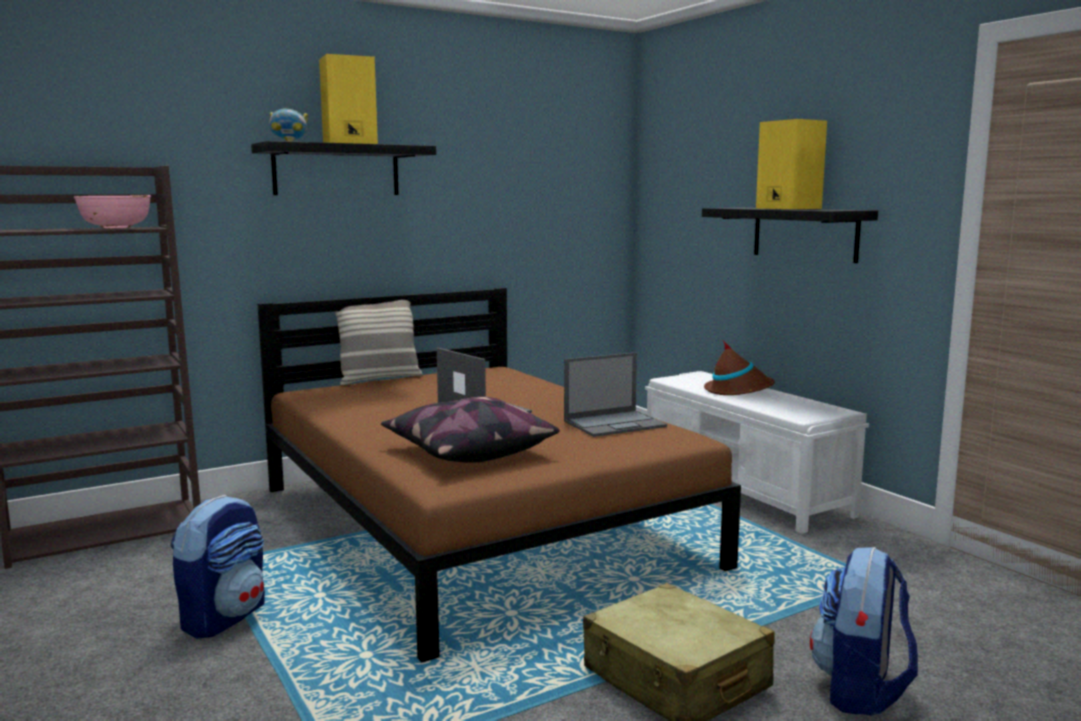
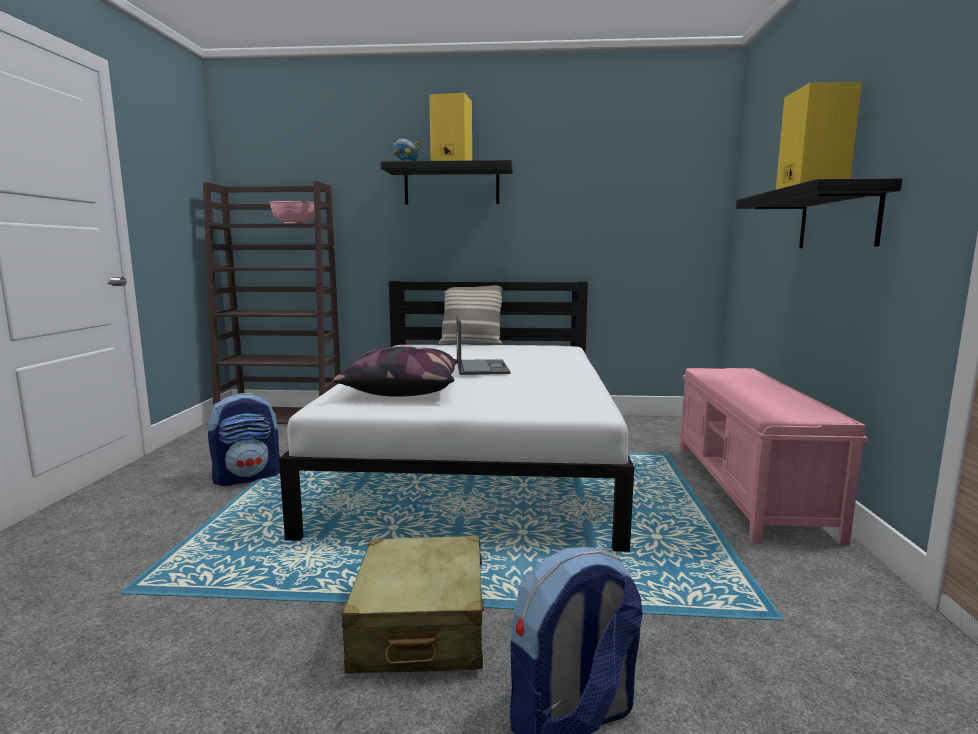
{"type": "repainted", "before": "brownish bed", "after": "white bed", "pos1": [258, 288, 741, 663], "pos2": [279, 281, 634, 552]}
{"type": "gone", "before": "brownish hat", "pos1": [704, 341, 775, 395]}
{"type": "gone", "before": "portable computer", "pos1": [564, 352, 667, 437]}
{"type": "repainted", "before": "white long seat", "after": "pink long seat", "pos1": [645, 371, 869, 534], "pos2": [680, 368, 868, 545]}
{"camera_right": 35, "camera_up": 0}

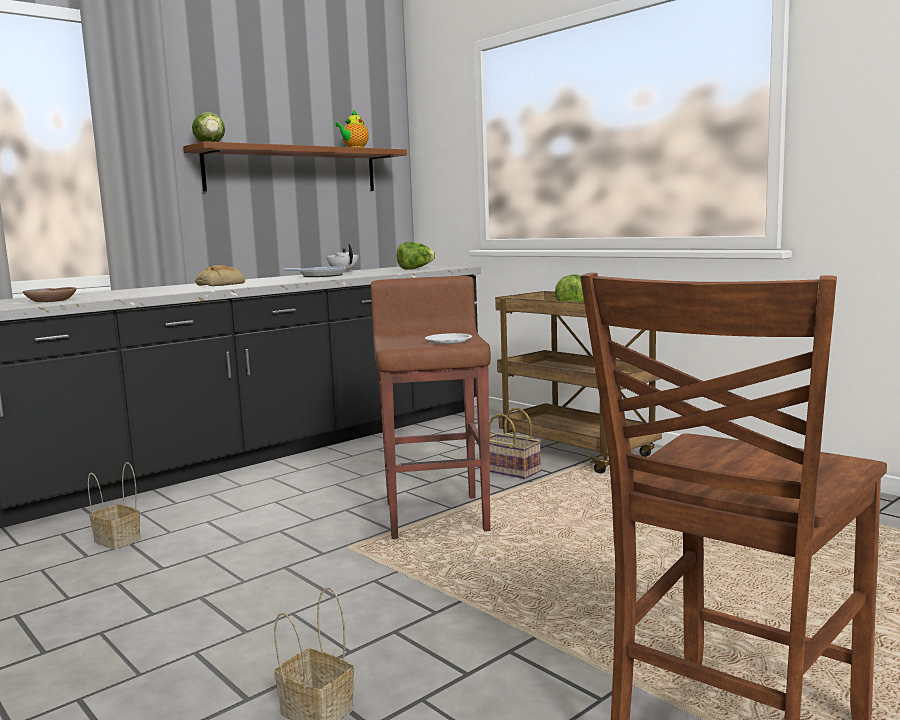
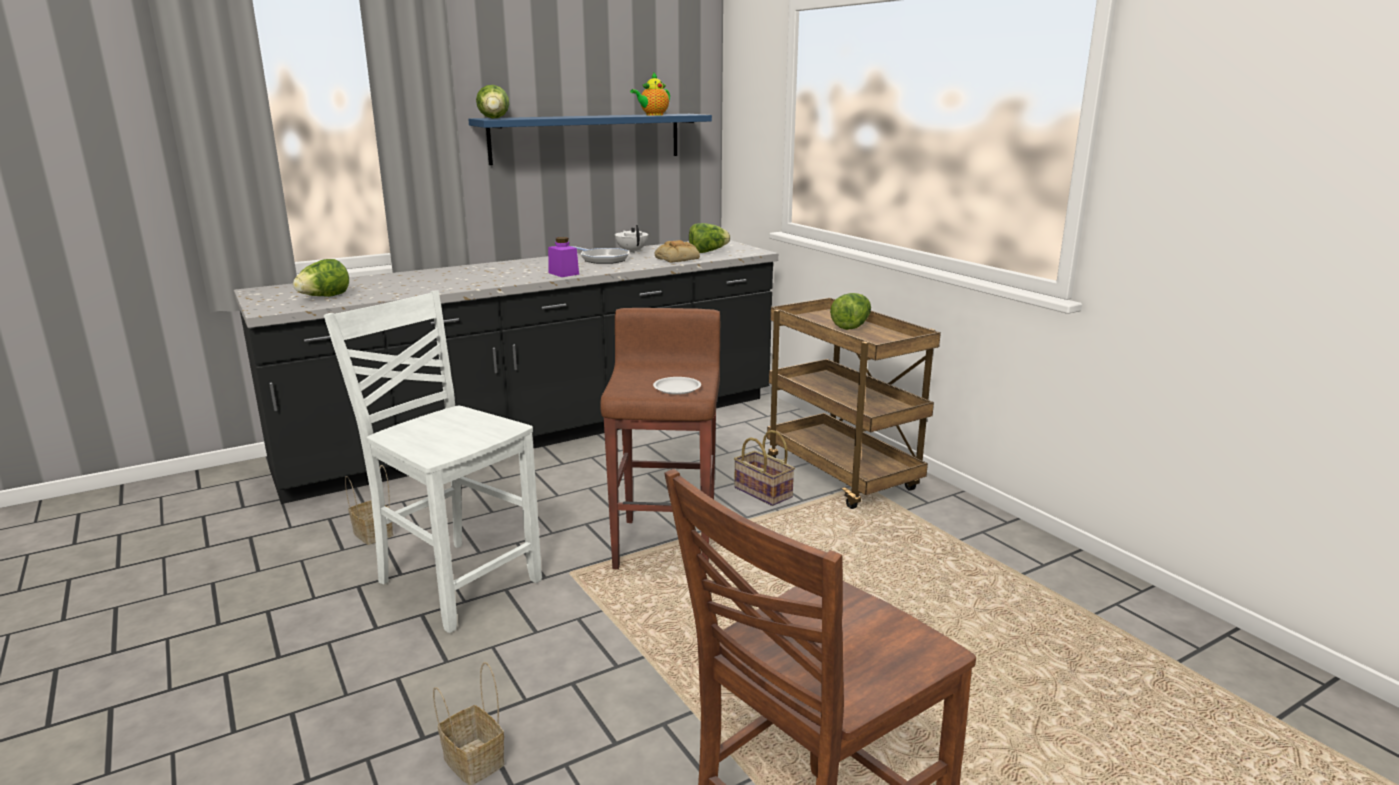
{"type": "repainted", "before": "brownish bracket shelf", "after": "bluish bracket shelf", "pos1": [183, 141, 407, 191], "pos2": [468, 114, 712, 165]}
{"type": "shifted", "before": "baked bread", "pos1": [195, 265, 245, 286], "pos2": [654, 240, 700, 263]}
{"type": "swapped", "before": "brownish serving bowl", "after": "lettuce head", "pos1": [23, 287, 77, 302], "pos2": [293, 259, 349, 297]}
{"type": "new", "after": "purple-coloured jar", "pos2": [548, 237, 579, 277]}
{"type": "new", "after": "white upright chair", "pos2": [324, 290, 542, 633]}
{"camera_right": 10, "camera_up": 10}

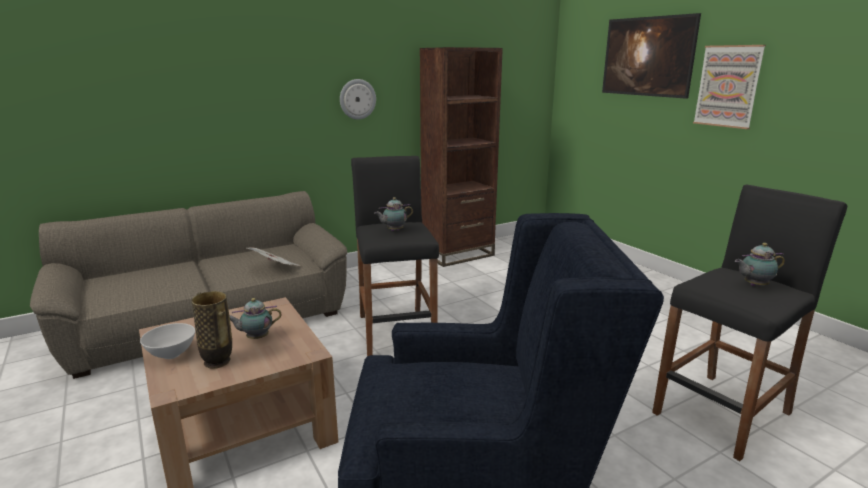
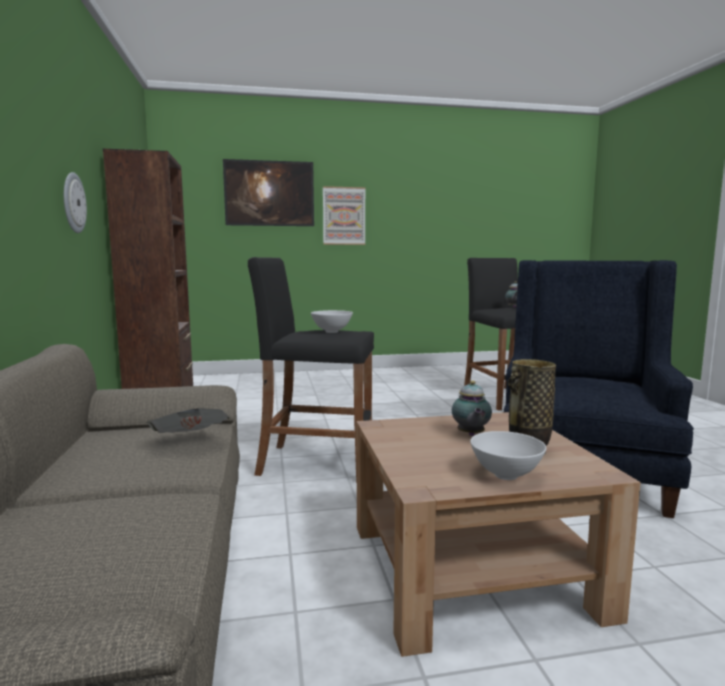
{"type": "swapped", "before": "pot for tea", "after": "white serving bowl", "pos1": [374, 197, 413, 231], "pos2": [311, 310, 353, 333]}
{"camera_right": -70, "camera_up": -10}

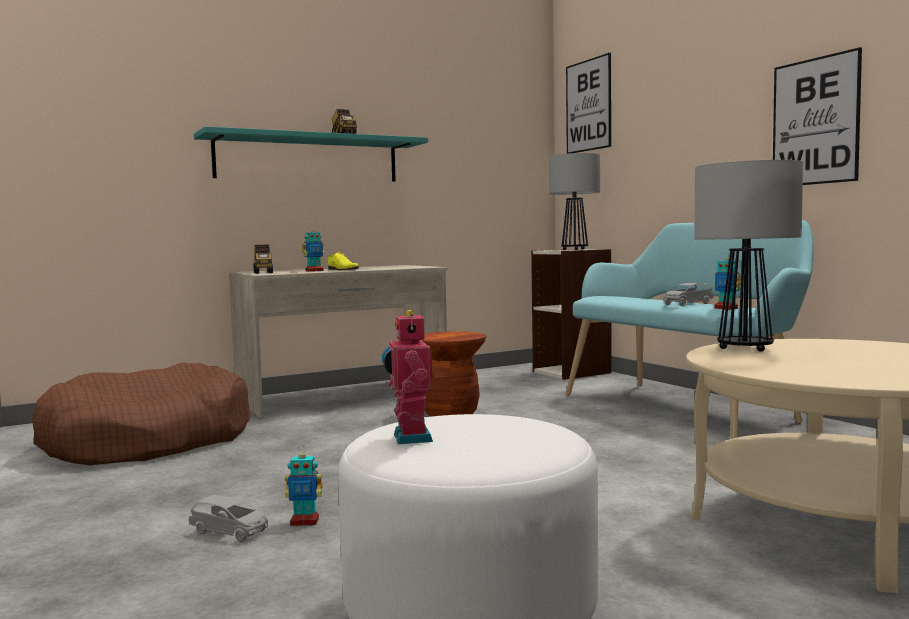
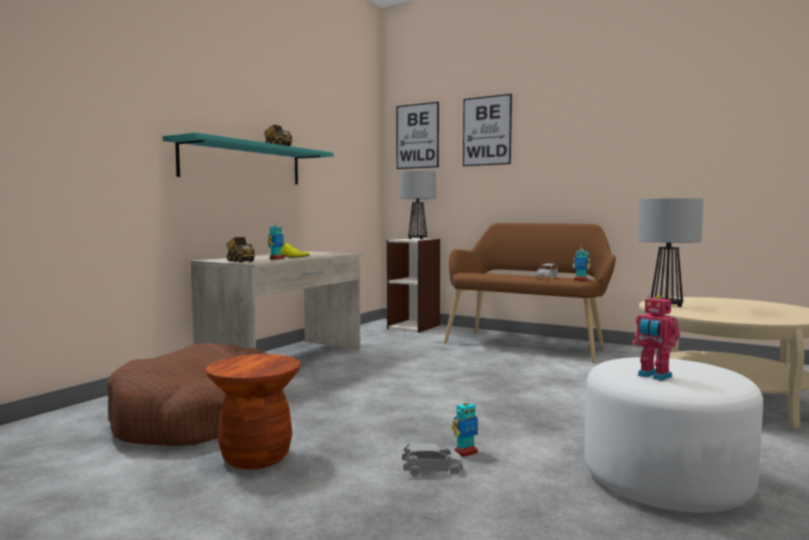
{"type": "shifted", "before": "wall picture", "pos1": [773, 47, 862, 185], "pos2": [463, 94, 512, 166]}
{"type": "repainted", "before": "turquoise-coloured long seat", "after": "brownish long seat", "pos1": [566, 220, 814, 439], "pos2": [444, 223, 616, 362]}
{"type": "shifted", "before": "brownish stool", "pos1": [421, 331, 486, 417], "pos2": [206, 354, 301, 469]}
{"camera_right": -30, "camera_up": 0}

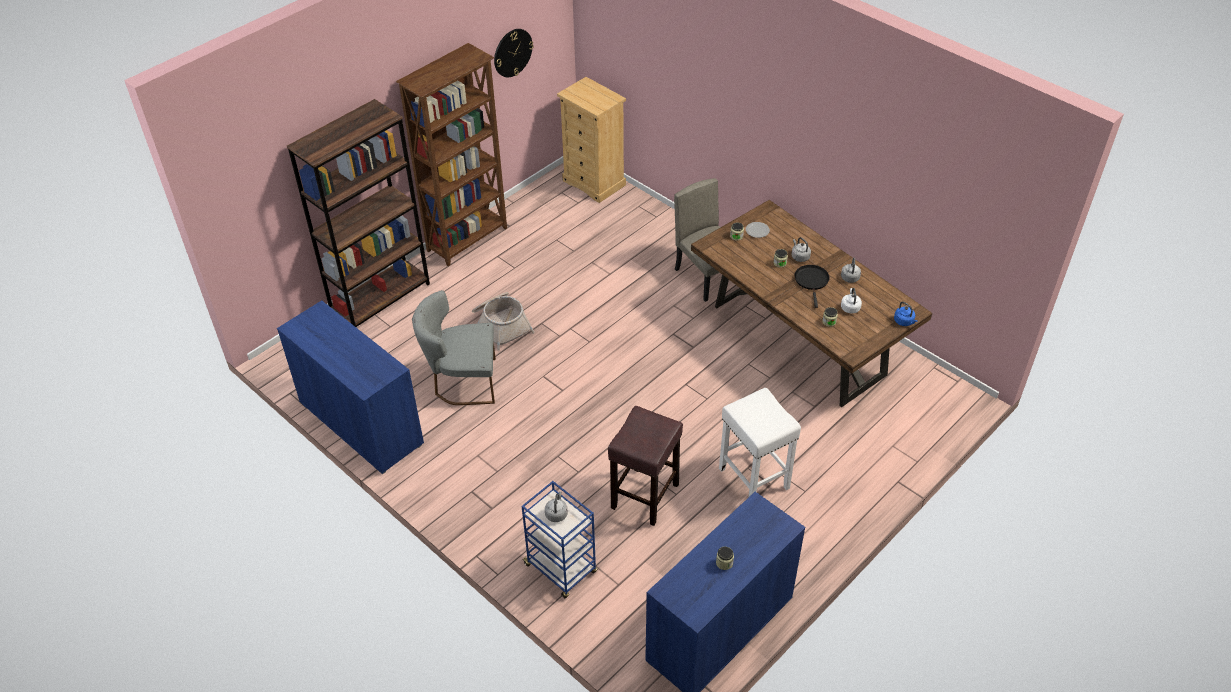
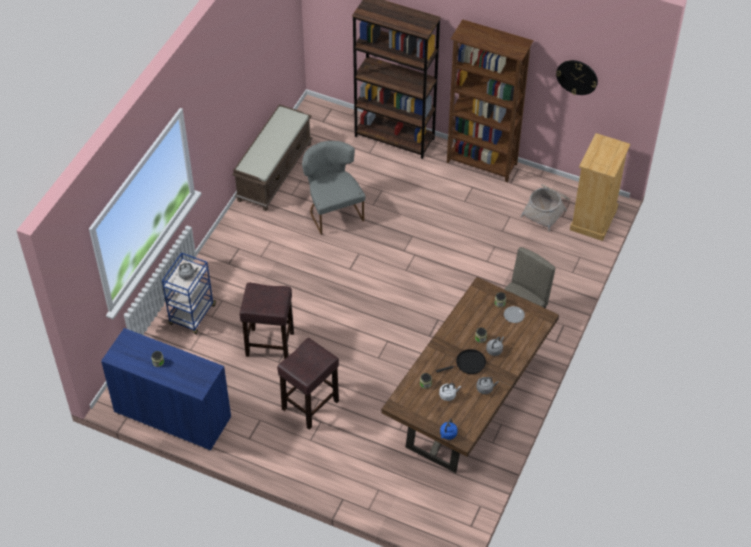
{"type": "shifted", "before": "household basket", "pos1": [472, 292, 535, 351], "pos2": [520, 184, 570, 232]}
{"type": "swapped", "before": "bluish cabinet", "after": "brownish long seat", "pos1": [277, 300, 424, 475], "pos2": [232, 104, 313, 211]}
{"type": "repainted", "before": "white stool", "after": "brownish stool", "pos1": [719, 388, 801, 498], "pos2": [277, 338, 339, 430]}
{"camera_right": 70, "camera_up": 5}

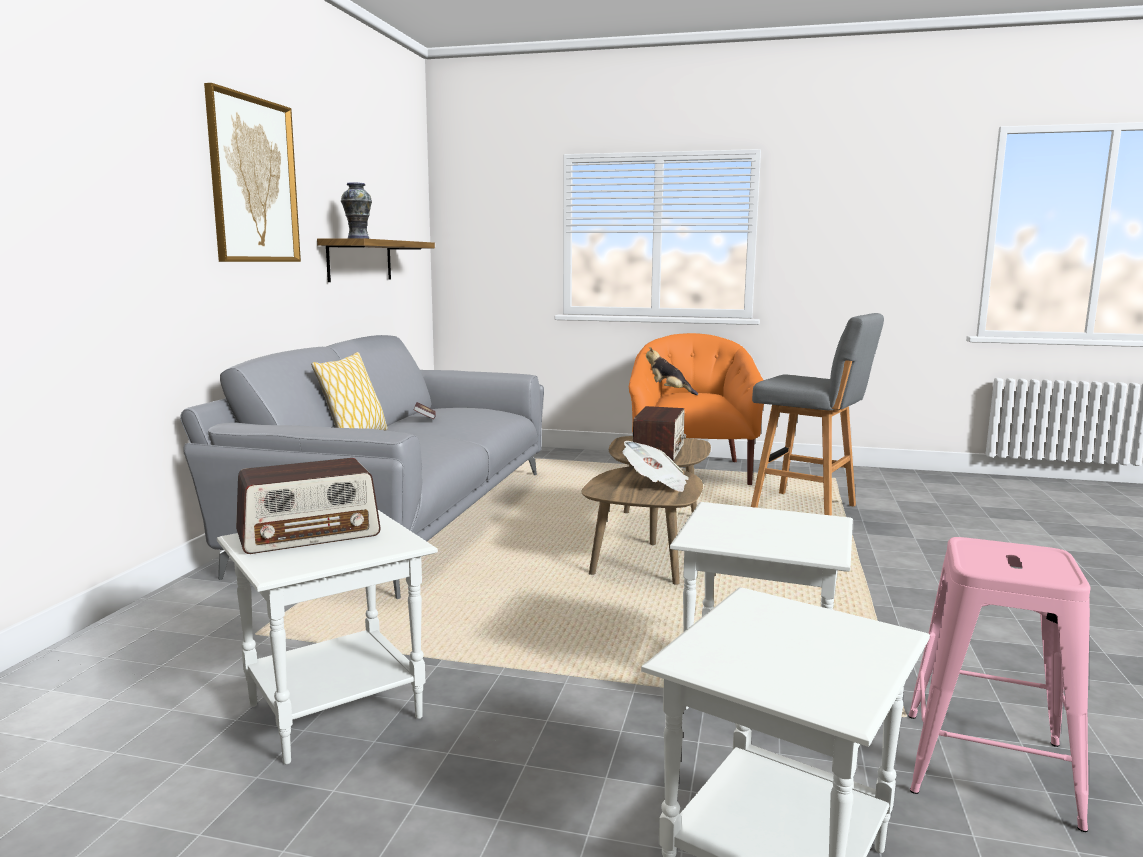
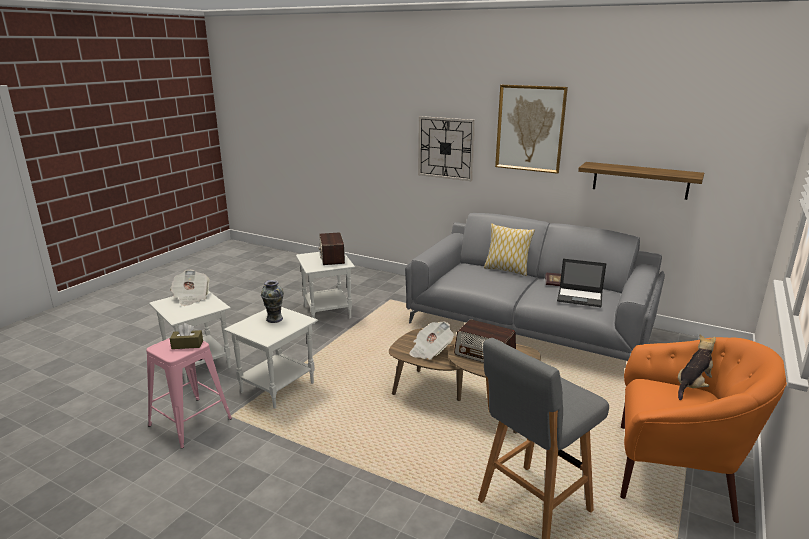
{"type": "shifted", "before": "decorative vase", "pos1": [341, 182, 372, 239], "pos2": [261, 280, 284, 323]}
{"type": "new", "after": "hanging clock", "pos2": [418, 116, 475, 181]}
{"type": "new", "after": "portable computer", "pos2": [557, 259, 606, 307]}
{"type": "new", "after": "daily paper", "pos2": [170, 270, 210, 306]}
{"type": "new", "after": "brownish box of tissues", "pos2": [170, 323, 203, 349]}
{"camera_right": 105, "camera_up": 10}

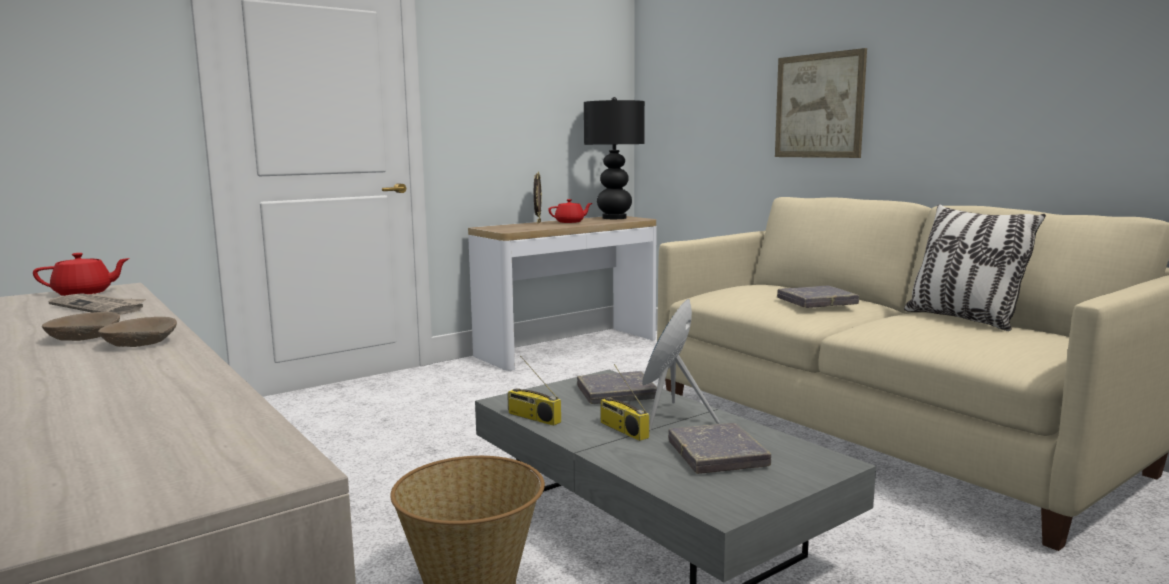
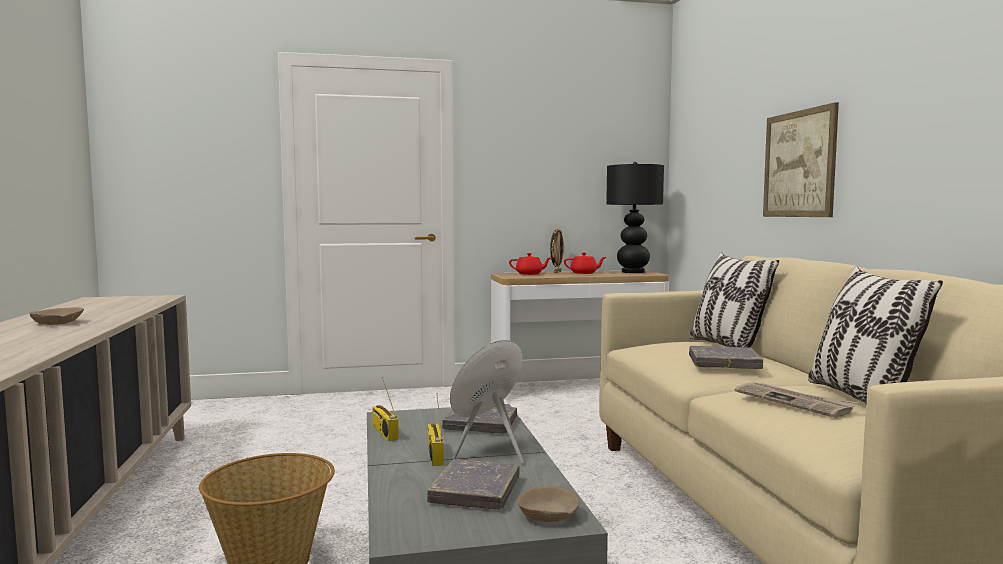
{"type": "shifted", "before": "red pot for tea", "pos1": [33, 253, 130, 296], "pos2": [509, 253, 551, 275]}
{"type": "shifted", "before": "daily paper", "pos1": [49, 293, 146, 315], "pos2": [735, 383, 859, 418]}
{"type": "shifted", "before": "beige-coloured serving bowl", "pos1": [98, 317, 177, 347], "pos2": [517, 486, 580, 522]}
{"type": "new", "after": "cushion", "pos2": [690, 253, 779, 348]}
{"camera_right": 25, "camera_up": -5}

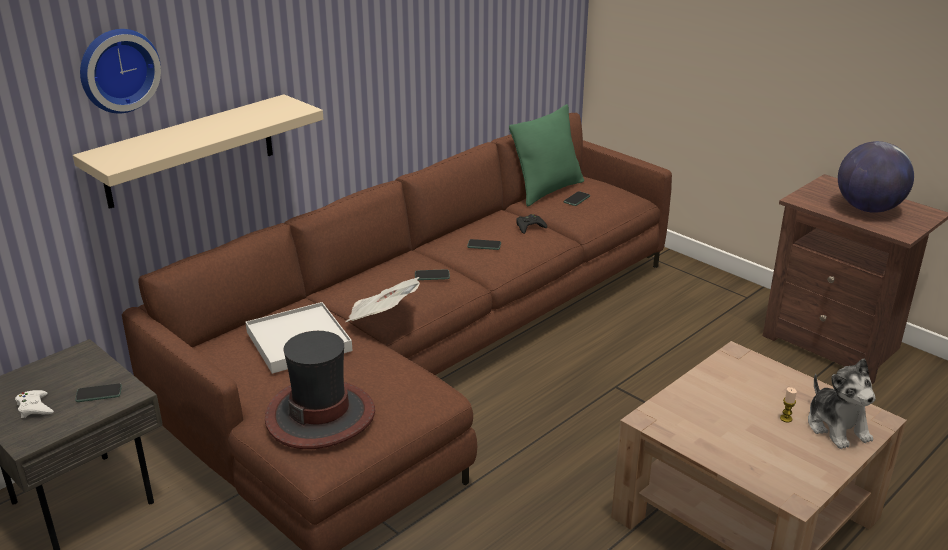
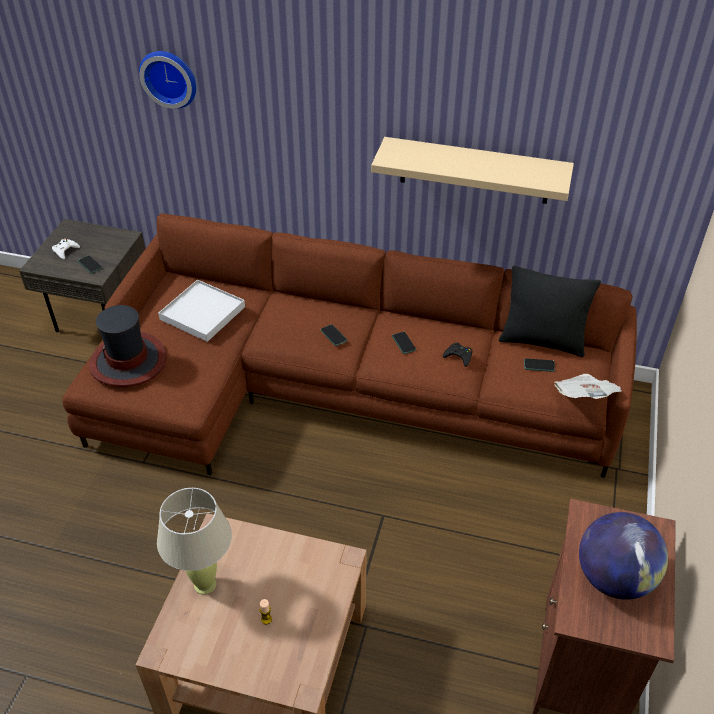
{"type": "shifted", "before": "beige-coloured bracket shelf", "pos1": [73, 94, 323, 209], "pos2": [371, 137, 574, 204]}
{"type": "repainted", "before": "greenish cushion", "after": "blackish cushion", "pos1": [509, 104, 584, 206], "pos2": [499, 265, 601, 357]}
{"type": "shifted", "before": "daily paper", "pos1": [346, 277, 420, 322], "pos2": [554, 374, 622, 399]}
{"type": "gone", "before": "plush toy", "pos1": [808, 359, 876, 449]}
{"type": "new", "after": "beige-coloured table lamp", "pos2": [157, 488, 232, 595]}
{"camera_right": 60, "camera_up": 15}

